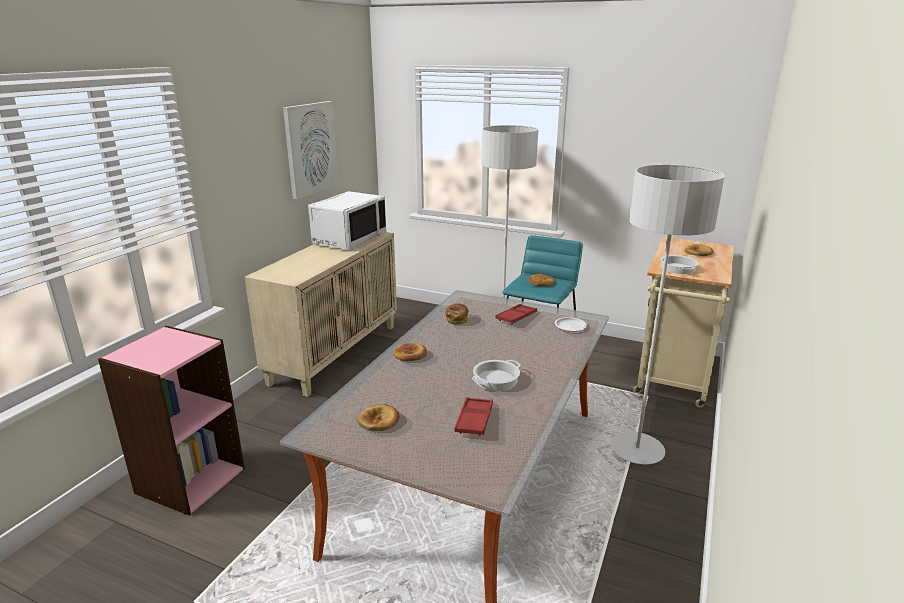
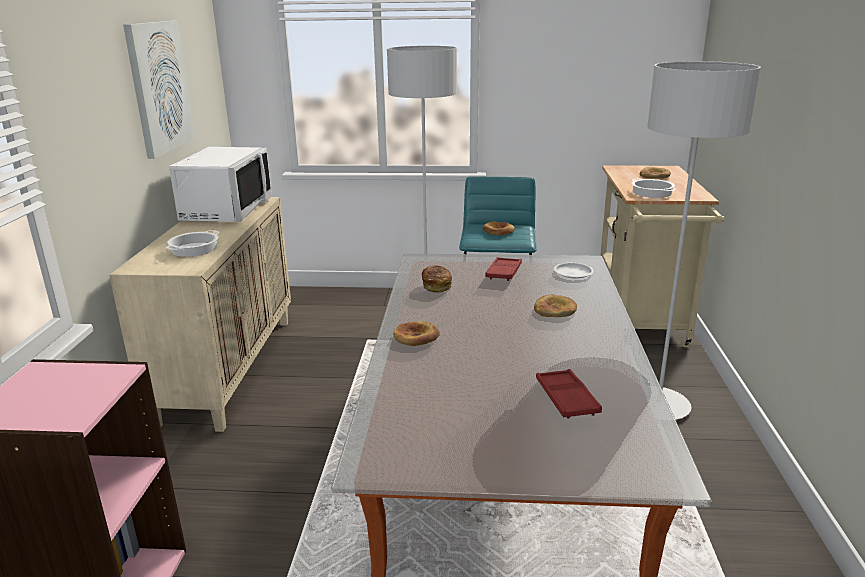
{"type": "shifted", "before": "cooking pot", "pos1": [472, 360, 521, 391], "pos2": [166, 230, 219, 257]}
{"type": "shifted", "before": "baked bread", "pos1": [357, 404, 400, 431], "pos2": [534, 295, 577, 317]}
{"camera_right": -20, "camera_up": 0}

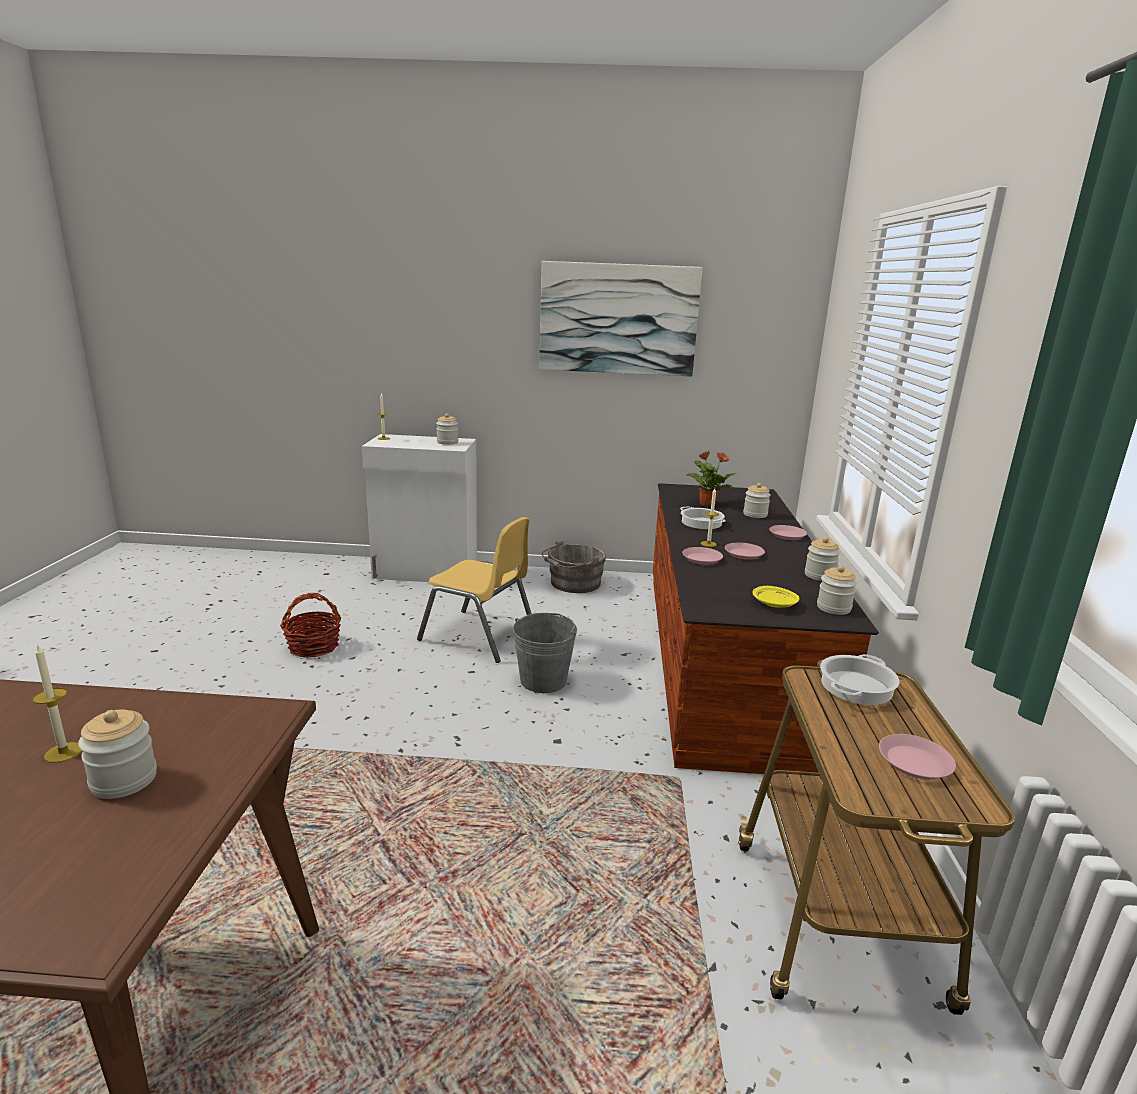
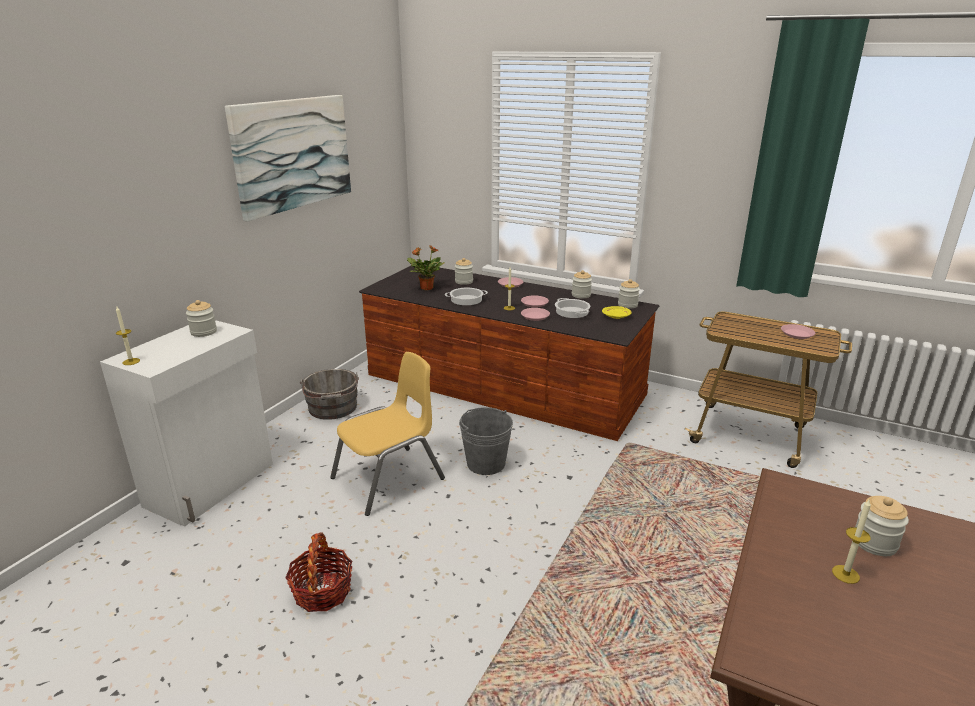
{"type": "shifted", "before": "cooking pot", "pos1": [820, 654, 900, 705], "pos2": [555, 298, 590, 318]}
{"camera_right": -65, "camera_up": 5}

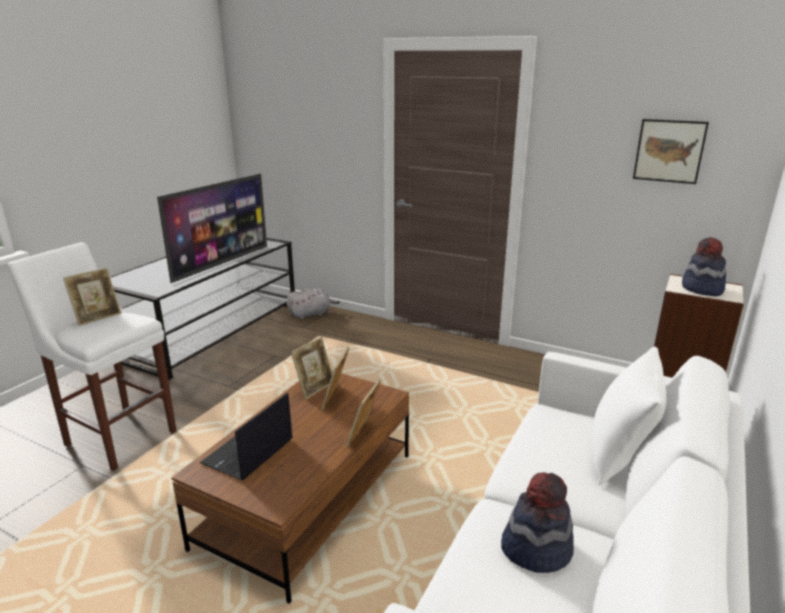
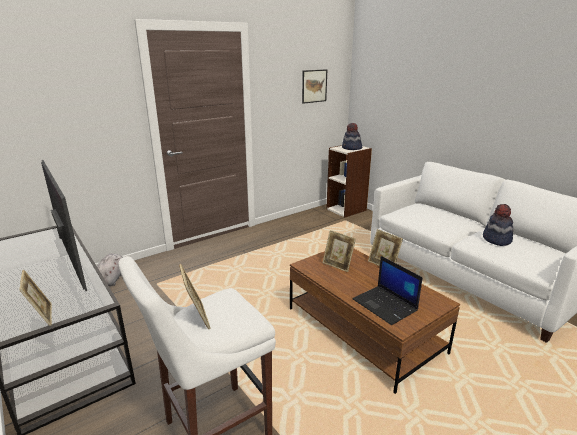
{"type": "shifted", "before": "photo frame", "pos1": [291, 337, 332, 399], "pos2": [19, 270, 52, 326]}
{"type": "gone", "before": "white cushion", "pos1": [592, 347, 666, 485]}
{"camera_right": -65, "camera_up": 0}

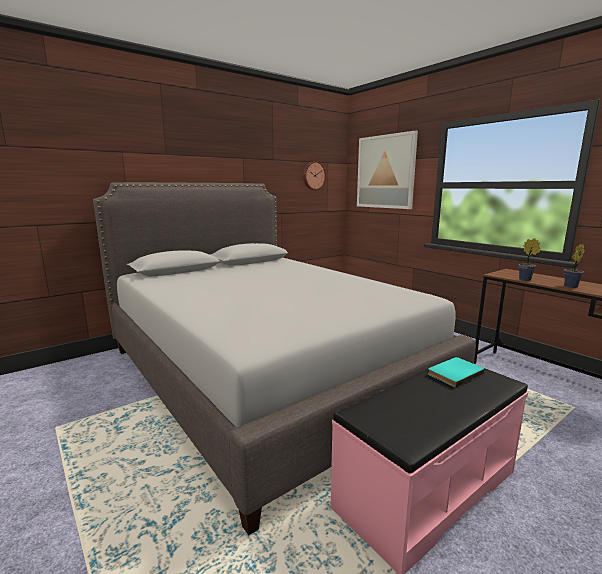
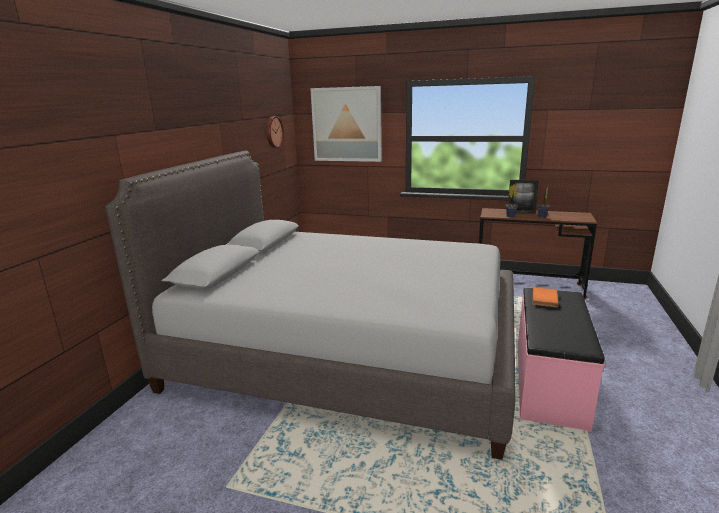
{"type": "repainted", "before": "turquoise-coloured bound book", "after": "orange bound book", "pos1": [428, 357, 485, 387], "pos2": [532, 287, 558, 308]}
{"type": "new", "after": "photo frame", "pos2": [508, 180, 539, 214]}
{"camera_right": -35, "camera_up": 5}

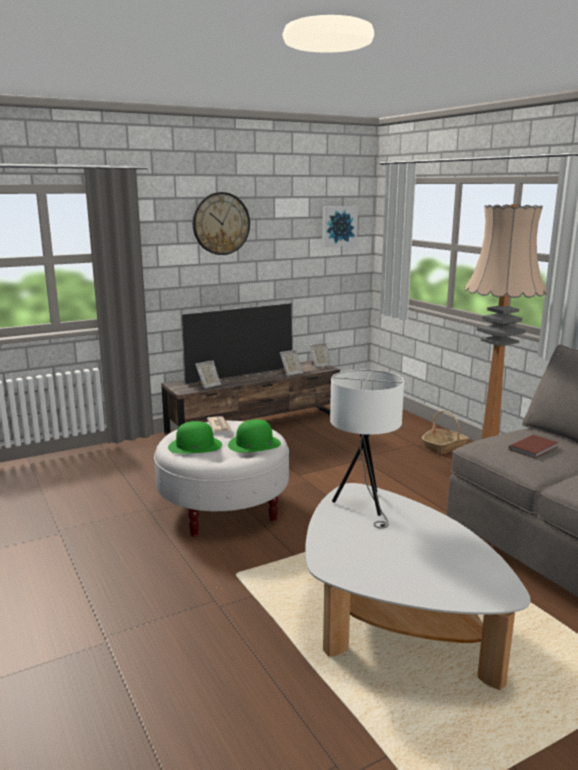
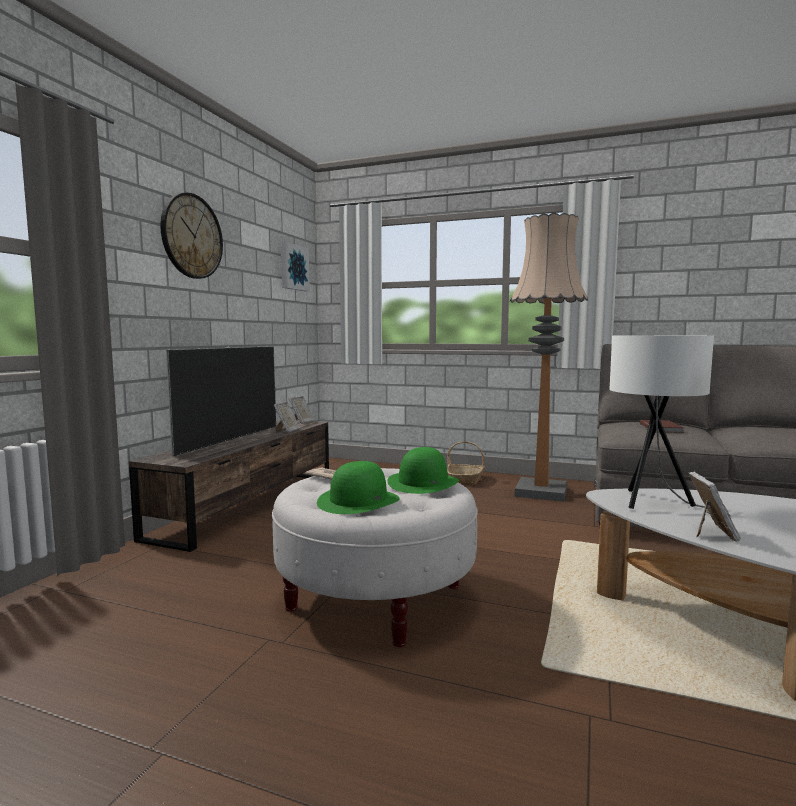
{"type": "shifted", "before": "photo frame", "pos1": [195, 360, 221, 389], "pos2": [689, 471, 741, 542]}
{"camera_right": -40, "camera_up": -10}

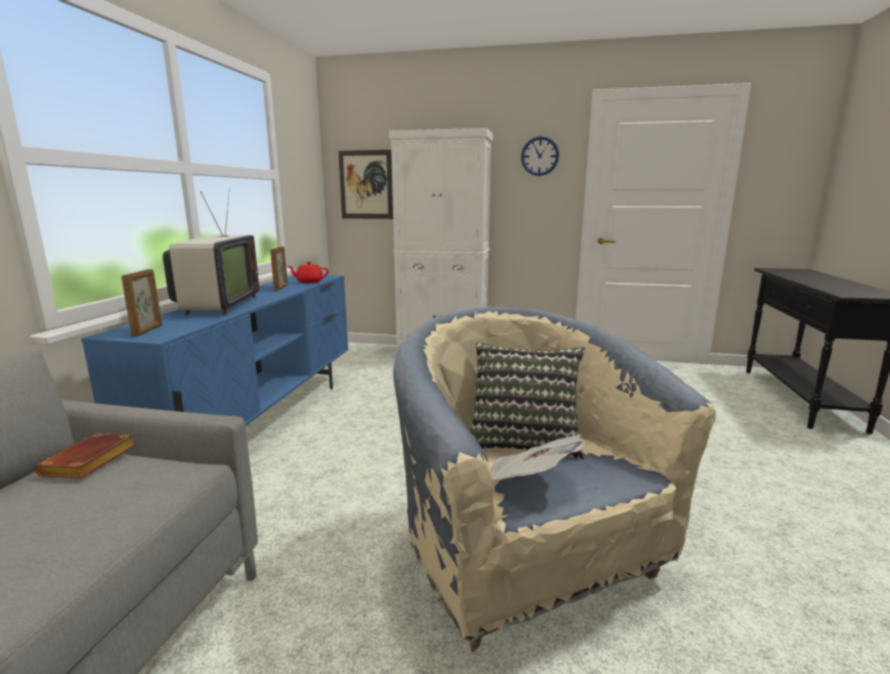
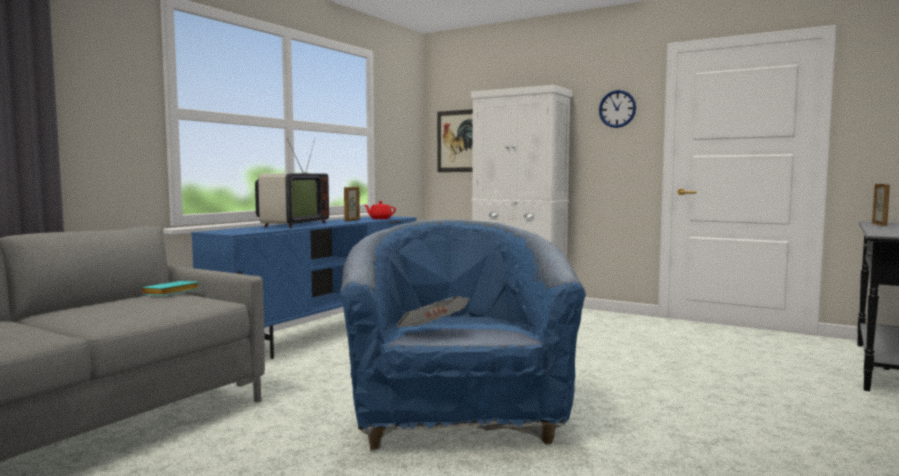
{"type": "shifted", "before": "photo frame", "pos1": [121, 269, 162, 337], "pos2": [872, 184, 890, 226]}
{"type": "repainted", "before": "beige-coloured armchair", "after": "bluish armchair", "pos1": [393, 307, 716, 652], "pos2": [340, 219, 586, 451]}
{"type": "gone", "before": "cushion", "pos1": [470, 342, 585, 460]}
{"type": "repainted", "before": "brownish bound book", "after": "turquoise-coloured bound book", "pos1": [35, 433, 136, 478], "pos2": [142, 281, 199, 296]}
{"camera_right": 20, "camera_up": -10}

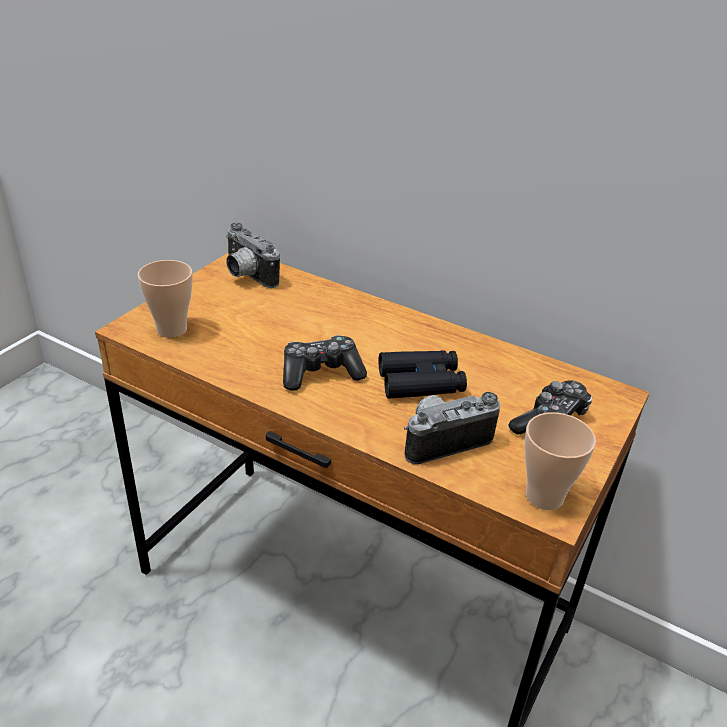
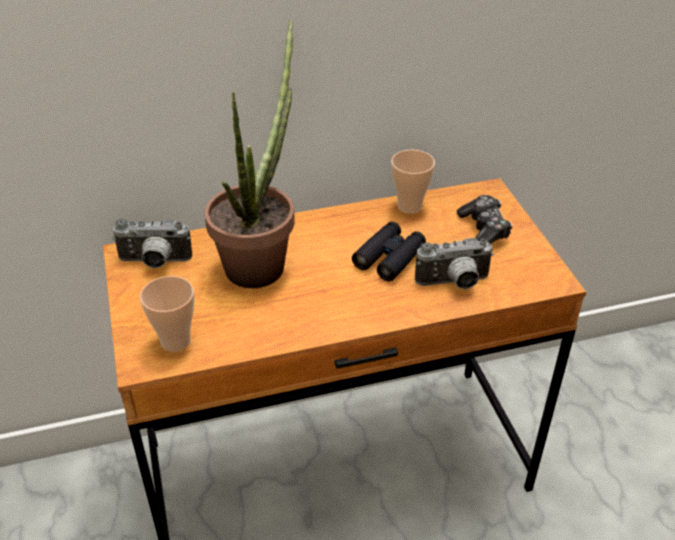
{"type": "gone", "before": "gamepad", "pos1": [283, 335, 367, 391]}
{"type": "rotated", "before": "still camera", "pos1": [404, 392, 500, 464], "pos2": [415, 238, 494, 289], "turn": -120}
{"type": "shifted", "before": "cup", "pos1": [525, 412, 596, 510], "pos2": [391, 150, 435, 214]}
{"type": "new", "after": "plant in a pot", "pos2": [204, 18, 295, 288]}
{"camera_right": -45, "camera_up": 5}

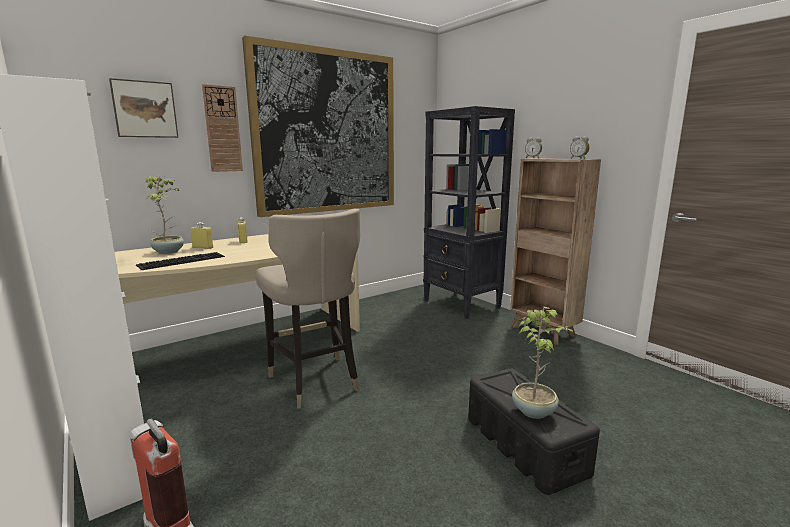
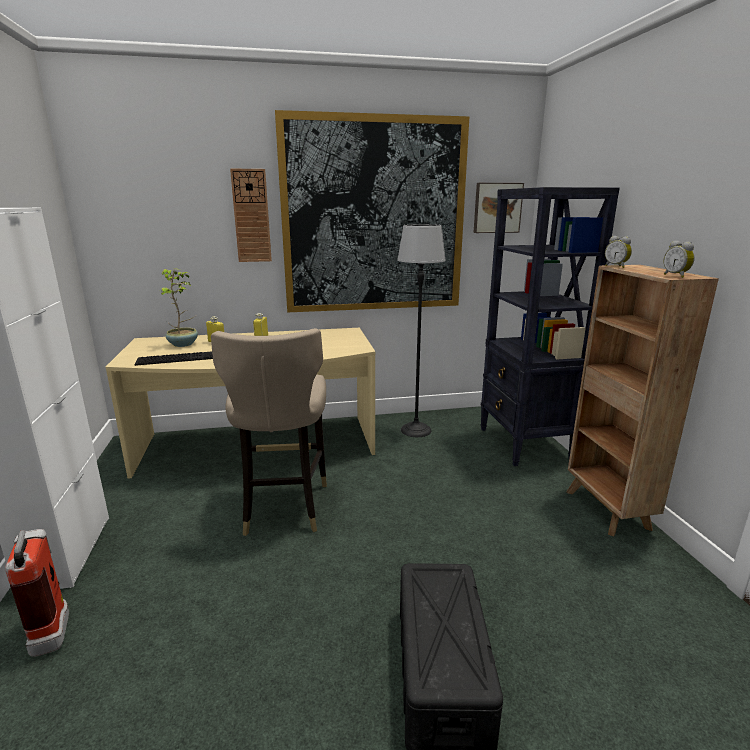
{"type": "shifted", "before": "wall picture", "pos1": [109, 78, 178, 138], "pos2": [473, 183, 524, 233]}
{"type": "gone", "before": "plant in a pot", "pos1": [512, 306, 574, 419]}
{"type": "new", "after": "standing lamp", "pos2": [397, 224, 446, 437]}
{"camera_right": 25, "camera_up": 5}

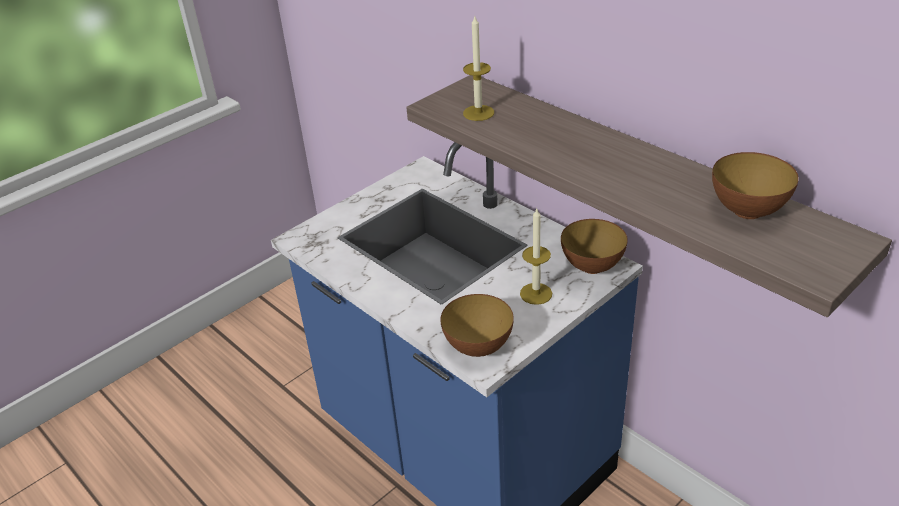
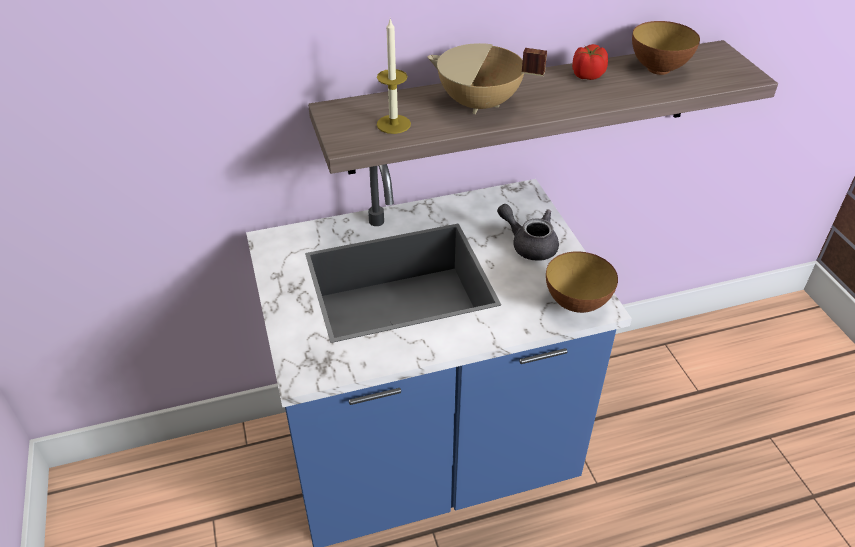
{"type": "swapped", "before": "candle", "after": "gray pot for tea", "pos1": [520, 209, 552, 305], "pos2": [497, 204, 559, 261]}
{"type": "gone", "before": "serving bowl", "pos1": [561, 219, 628, 274]}
{"type": "new", "after": "beige-coloured cooking pot", "pos2": [427, 43, 547, 114]}
{"type": "new", "after": "fresh tomato", "pos2": [572, 44, 608, 80]}
{"camera_right": -65, "camera_up": 5}

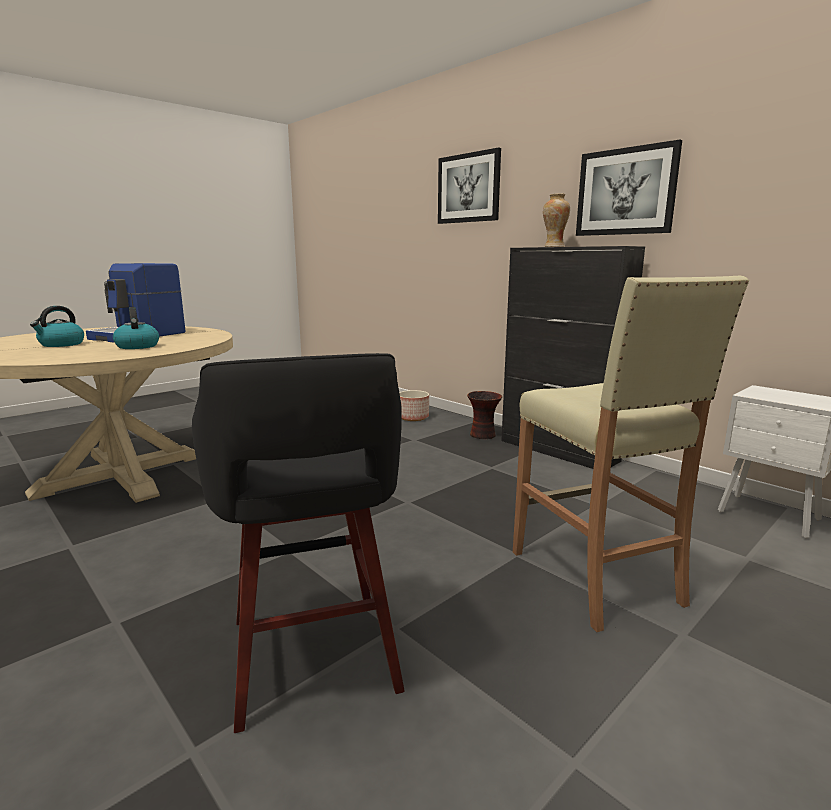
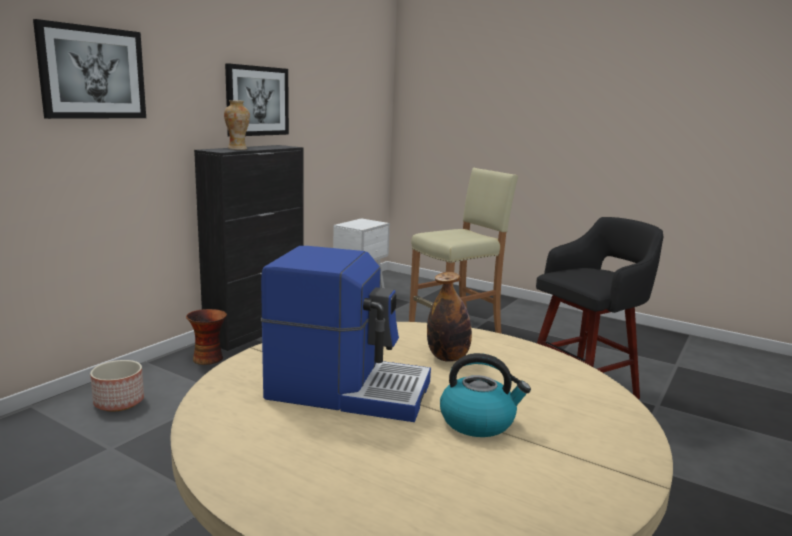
{"type": "swapped", "before": "kettle", "after": "beverage bottle", "pos1": [113, 307, 159, 349], "pos2": [427, 272, 472, 362]}
{"camera_right": -105, "camera_up": 0}

